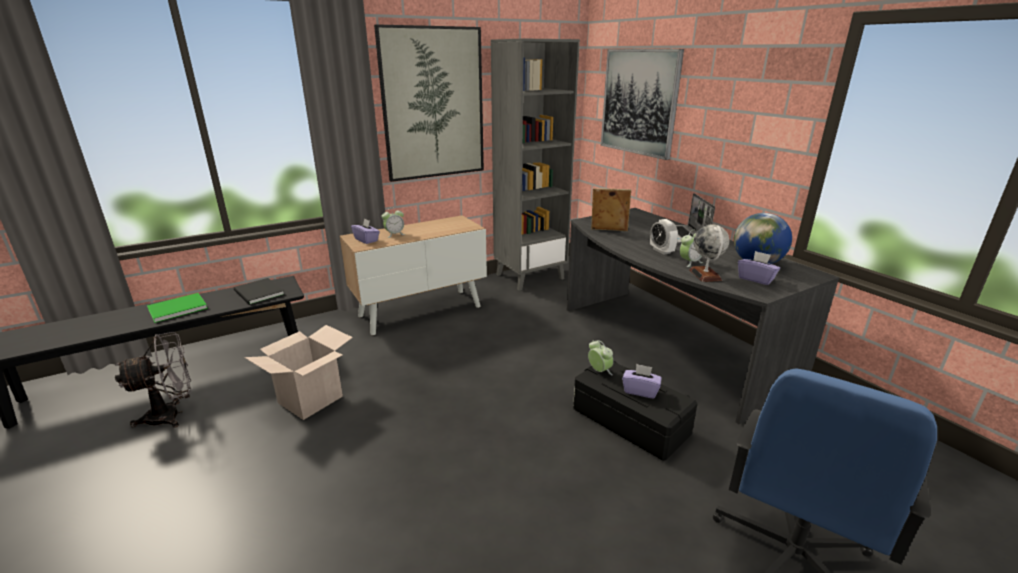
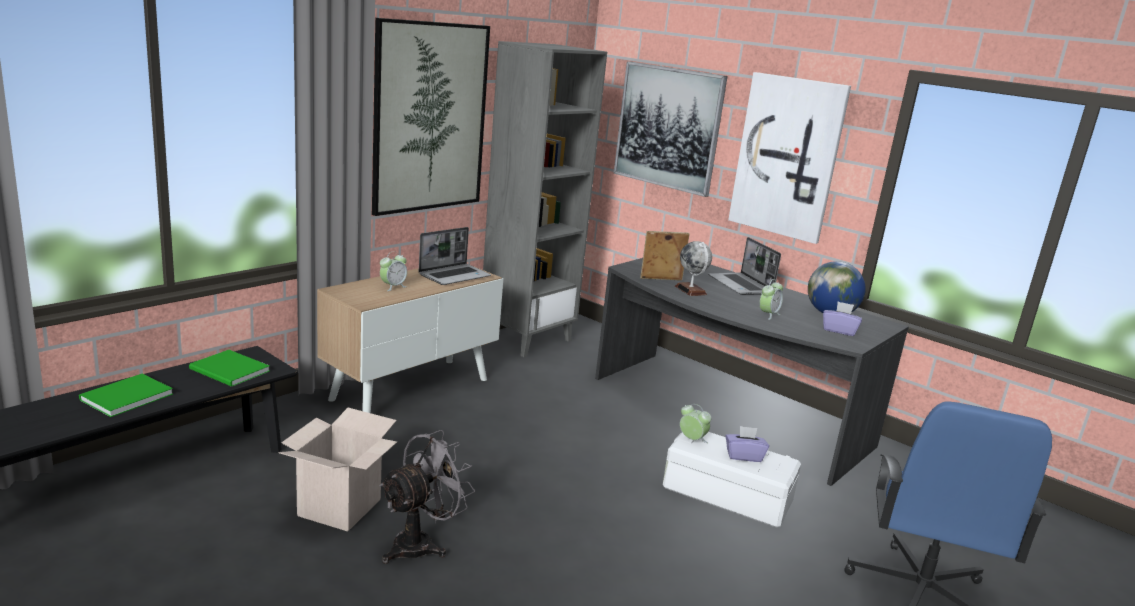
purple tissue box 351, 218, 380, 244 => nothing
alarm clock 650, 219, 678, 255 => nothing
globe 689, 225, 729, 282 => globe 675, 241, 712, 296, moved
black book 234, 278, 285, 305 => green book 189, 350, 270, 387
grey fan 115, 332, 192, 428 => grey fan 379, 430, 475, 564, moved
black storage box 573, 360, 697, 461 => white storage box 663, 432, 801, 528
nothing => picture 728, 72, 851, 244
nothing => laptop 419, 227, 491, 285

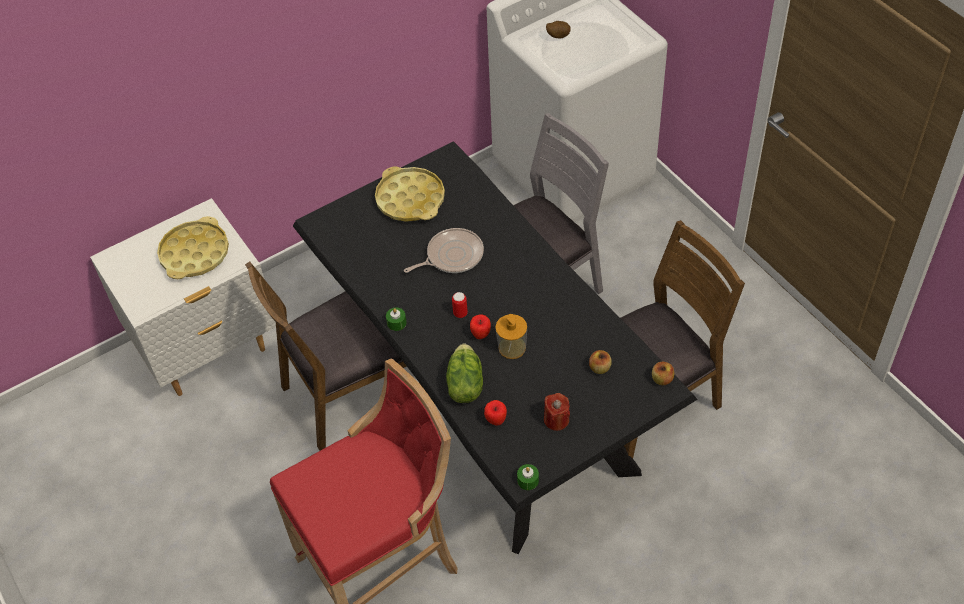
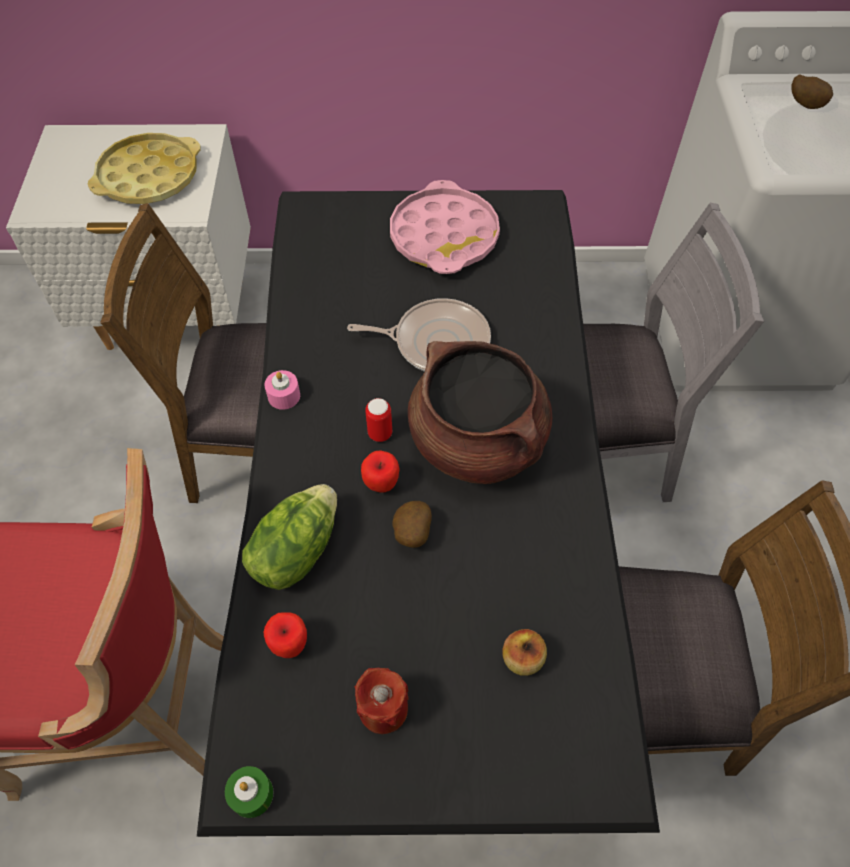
yellow tray 375, 166, 445, 222 => pink tray 390, 180, 500, 274
green candle 386, 308, 407, 331 => pink candle 264, 370, 300, 410
soap dispenser 495, 314, 527, 359 => potato 392, 501, 432, 548
apple 652, 362, 674, 385 => nothing
nothing => brown cooking pot 408, 341, 552, 484

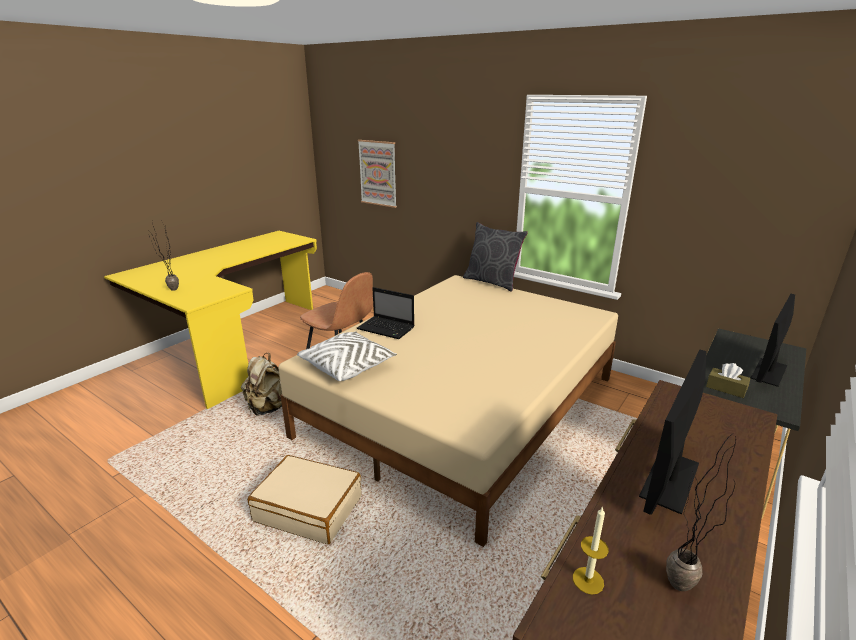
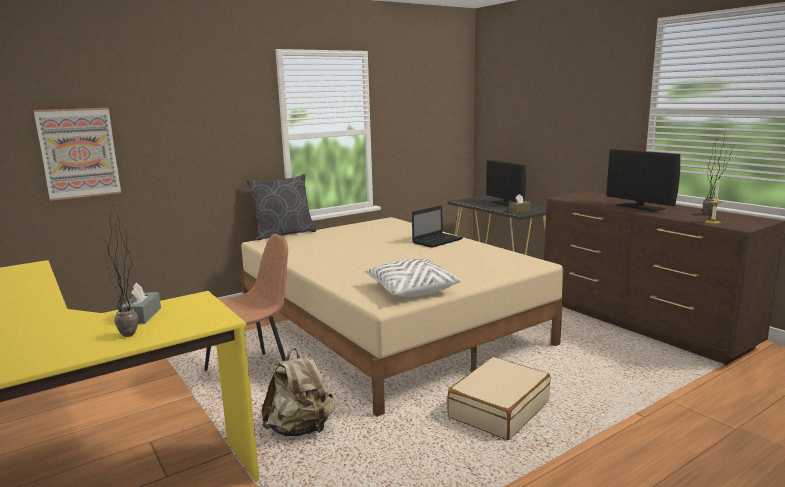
laptop 357, 287, 415, 339 => laptop 412, 205, 463, 248, moved
nothing => grey tissue box 120, 283, 161, 324

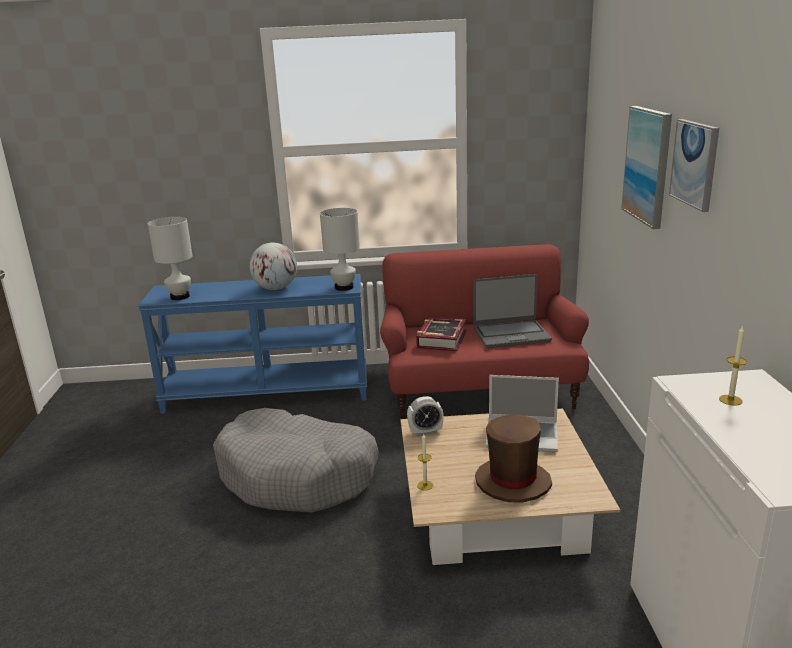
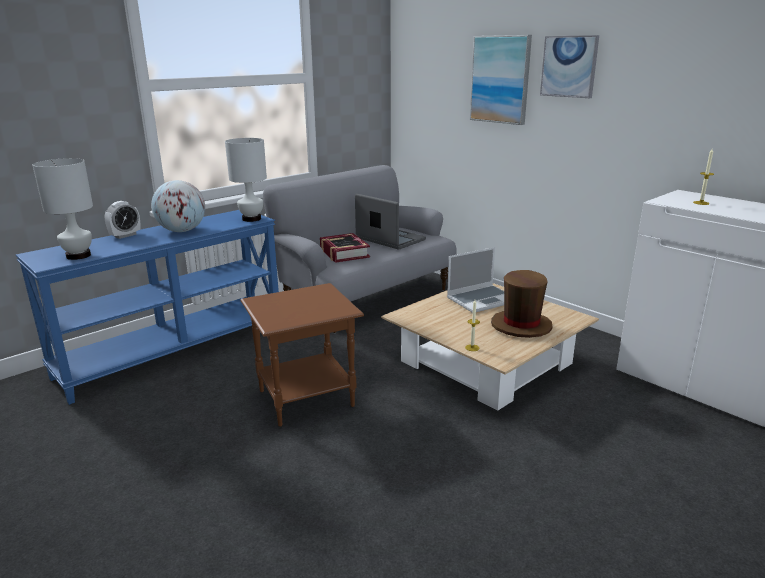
red sofa 380, 244, 589, 419 => grey sofa 263, 165, 457, 333
laptop 473, 274, 552, 348 => laptop 355, 194, 426, 250, 90 degrees counterclockwise
alarm clock 407, 396, 444, 436 => alarm clock 105, 201, 140, 239, moved
grey dog bed 213, 408, 379, 512 => brown side table 240, 283, 364, 427

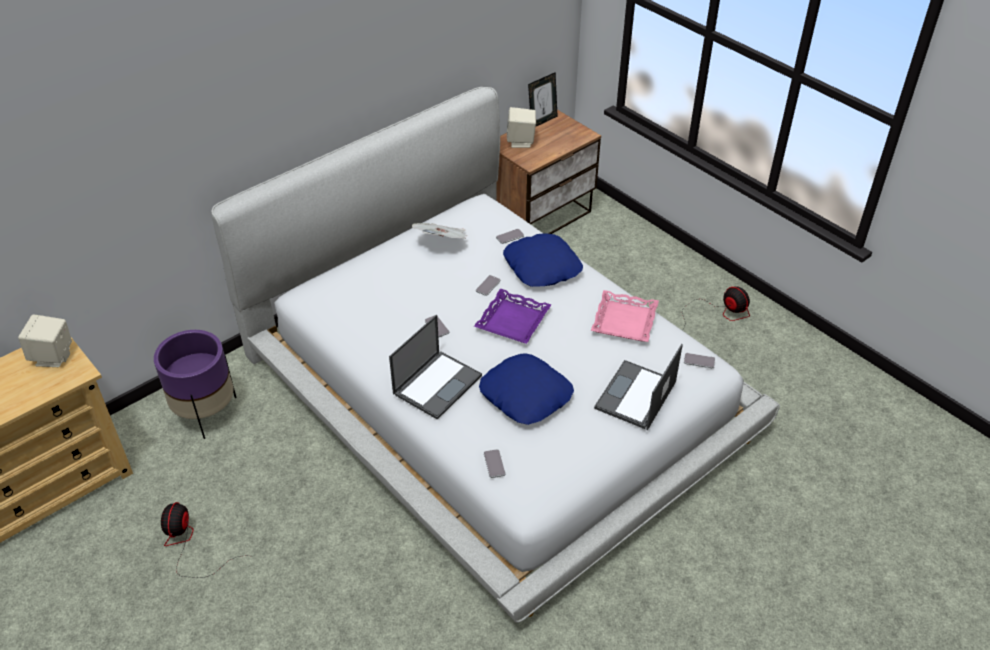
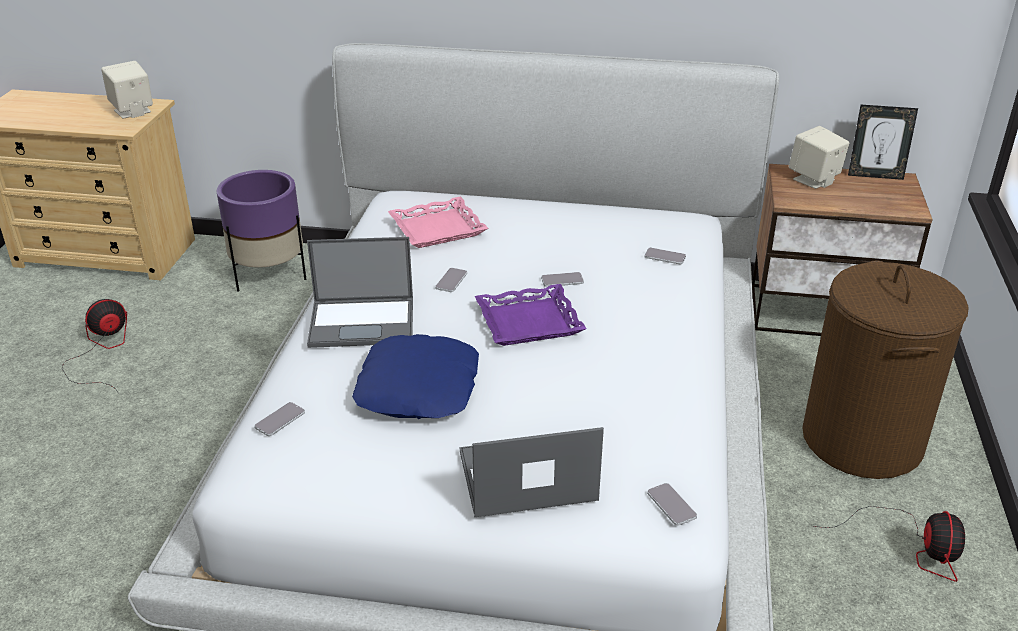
newspaper 412, 223, 467, 239 => nothing
blue pillow 503, 233, 583, 287 => nothing
pink tray 591, 290, 659, 342 => pink tray 388, 197, 489, 248, moved
nothing => brown laundry basket 802, 260, 969, 479

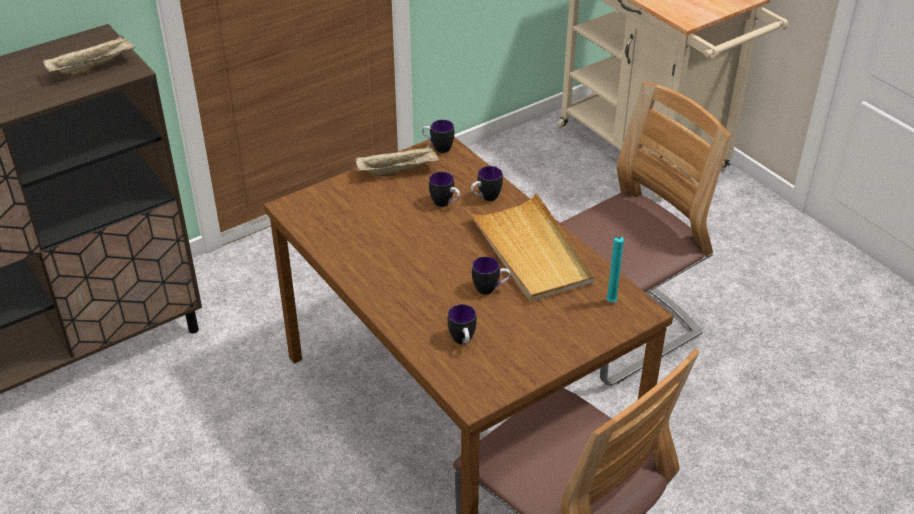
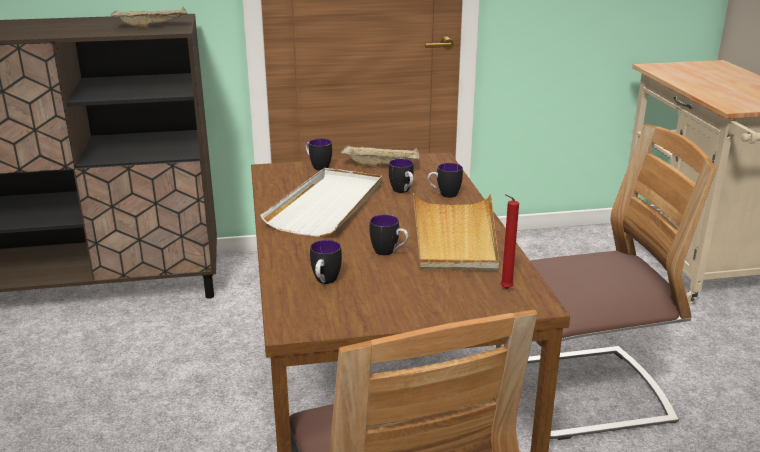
mug 422, 120, 454, 153 => mug 305, 139, 332, 170, moved
turquoise candle 606, 236, 624, 302 => red candle 500, 194, 519, 289
nothing => white tray 260, 168, 382, 237

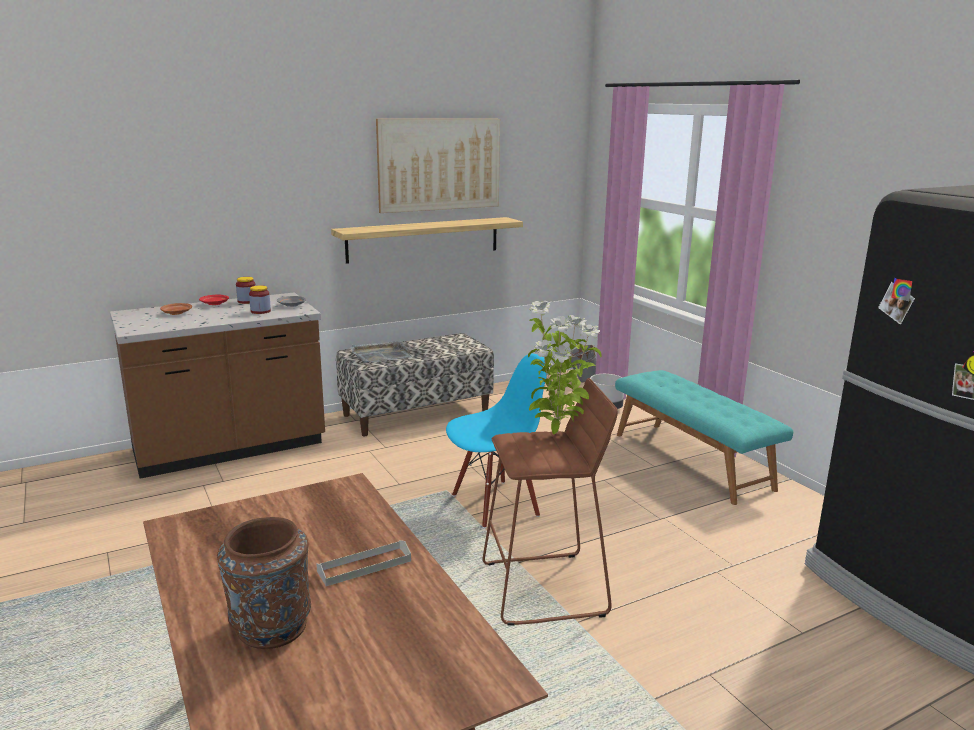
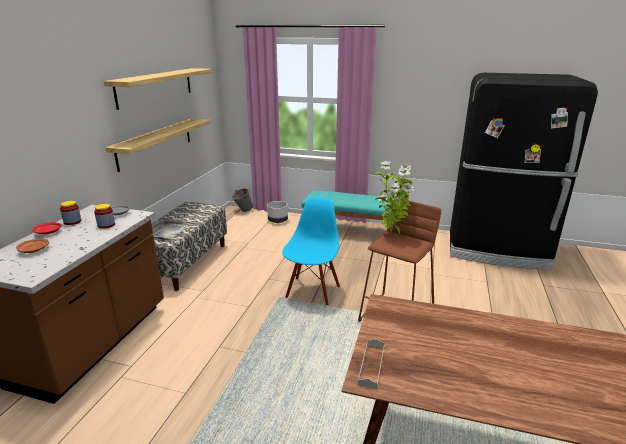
picture 376, 119, 500, 213 => shelf 104, 68, 212, 110
brown vase 217, 517, 311, 649 => nothing
grey tray 316, 540, 411, 586 => grey tray 358, 339, 385, 389, moved

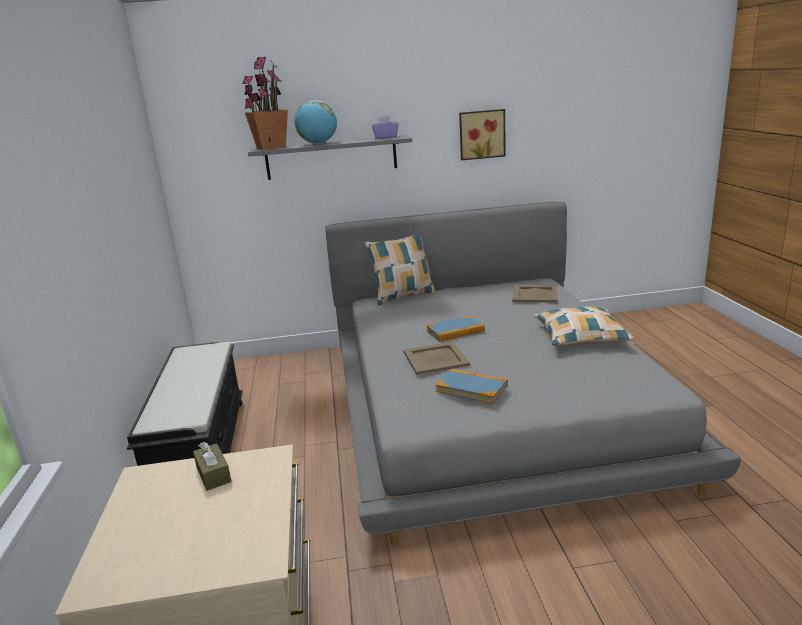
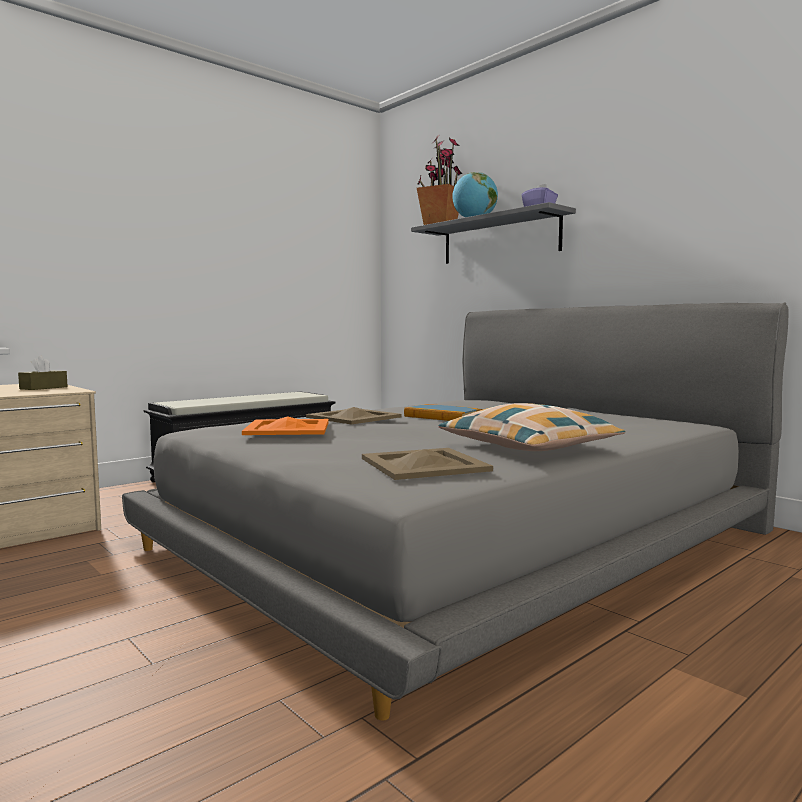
picture 459, 109, 506, 160 => nothing
pillow 365, 235, 435, 305 => nothing
beige tray 512, 285, 558, 303 => beige tray 362, 448, 493, 480, moved
book 436, 369, 508, 404 => orange tray 242, 416, 329, 435

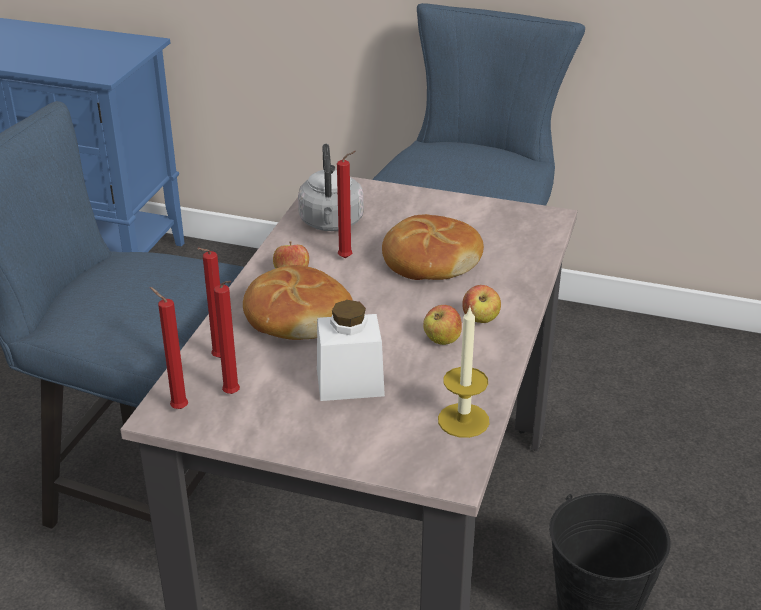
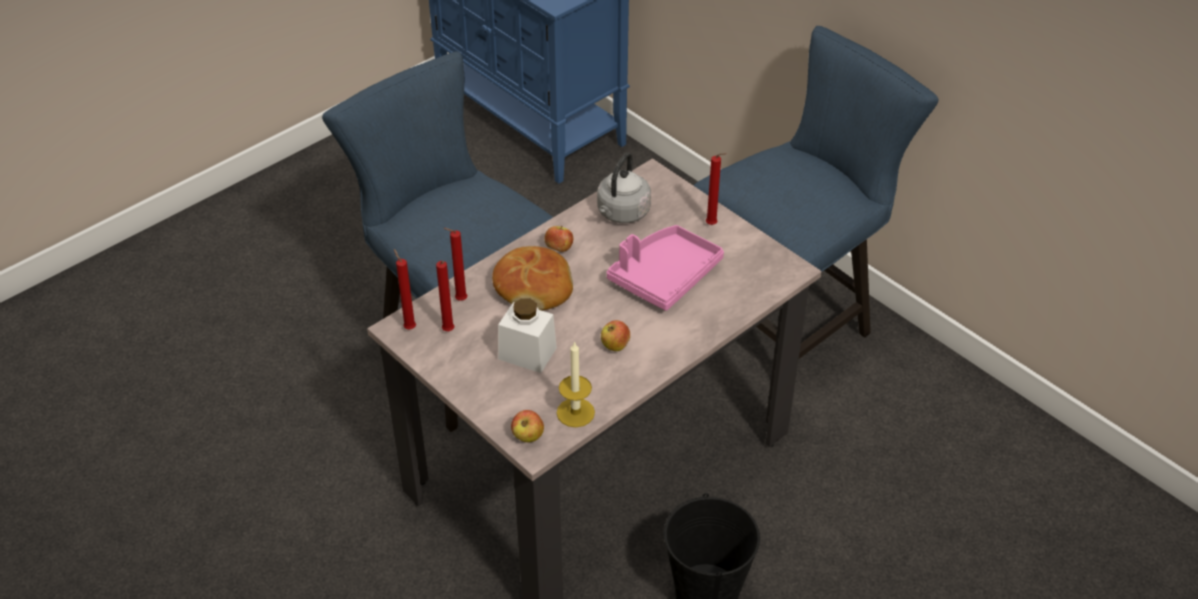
red candle 337, 151, 356, 258 => red candle 706, 153, 726, 225, moved
bread 382, 214, 484, 280 => pink tray 607, 225, 724, 311
apple 462, 285, 501, 323 => apple 511, 410, 544, 442, moved

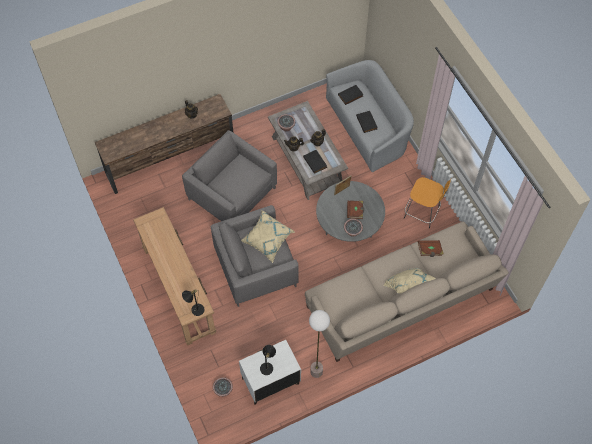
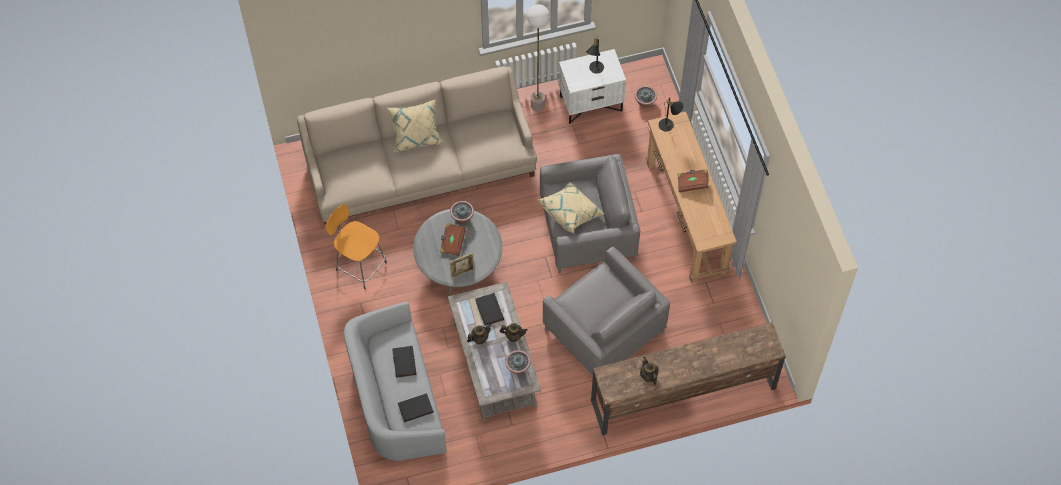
brown book 418, 240, 444, 257 => brown book 678, 169, 709, 192, moved

